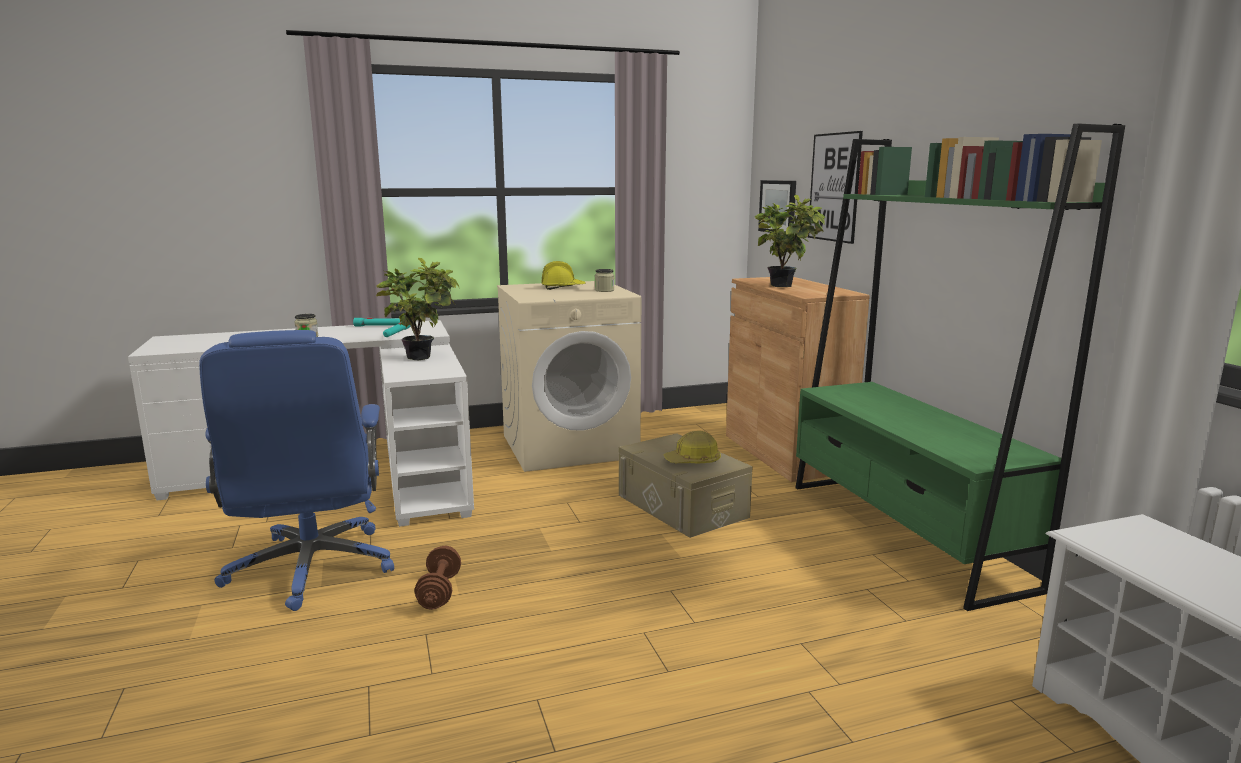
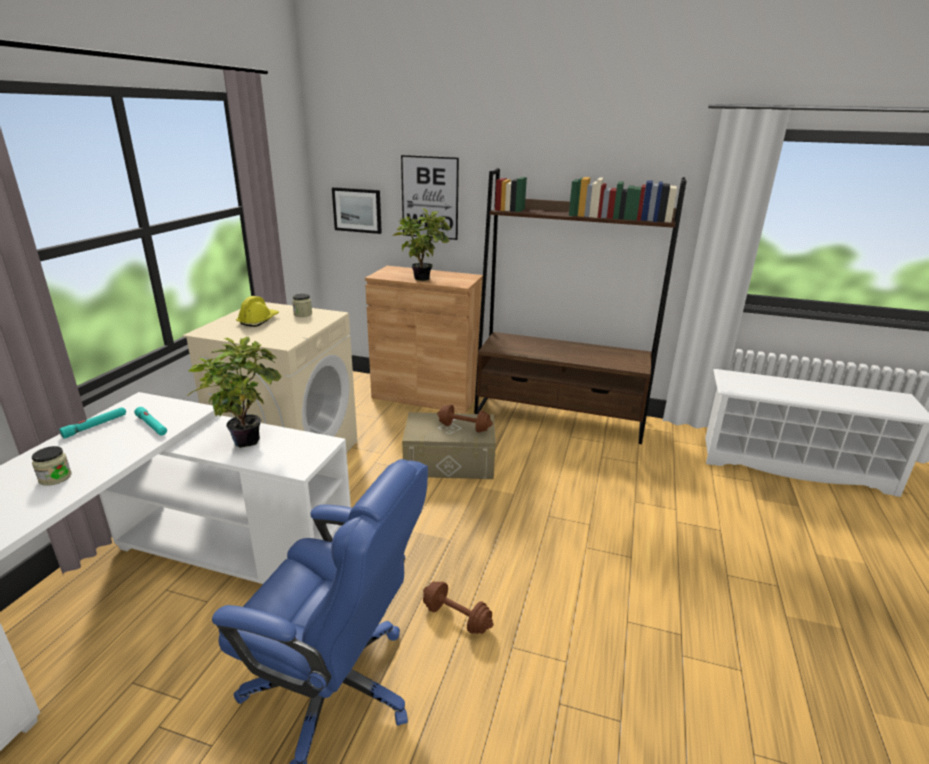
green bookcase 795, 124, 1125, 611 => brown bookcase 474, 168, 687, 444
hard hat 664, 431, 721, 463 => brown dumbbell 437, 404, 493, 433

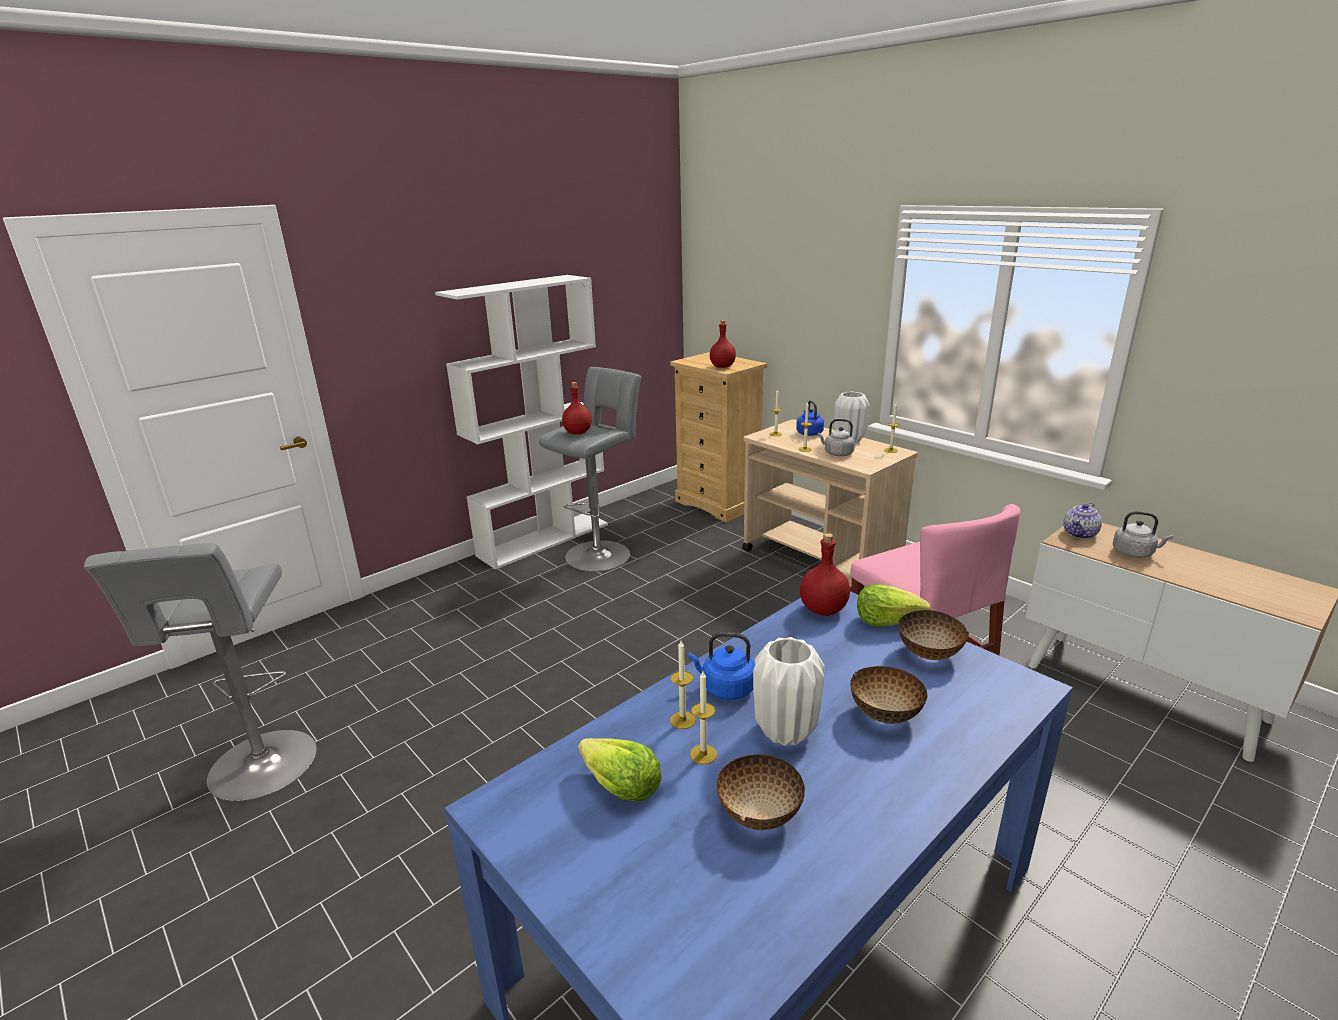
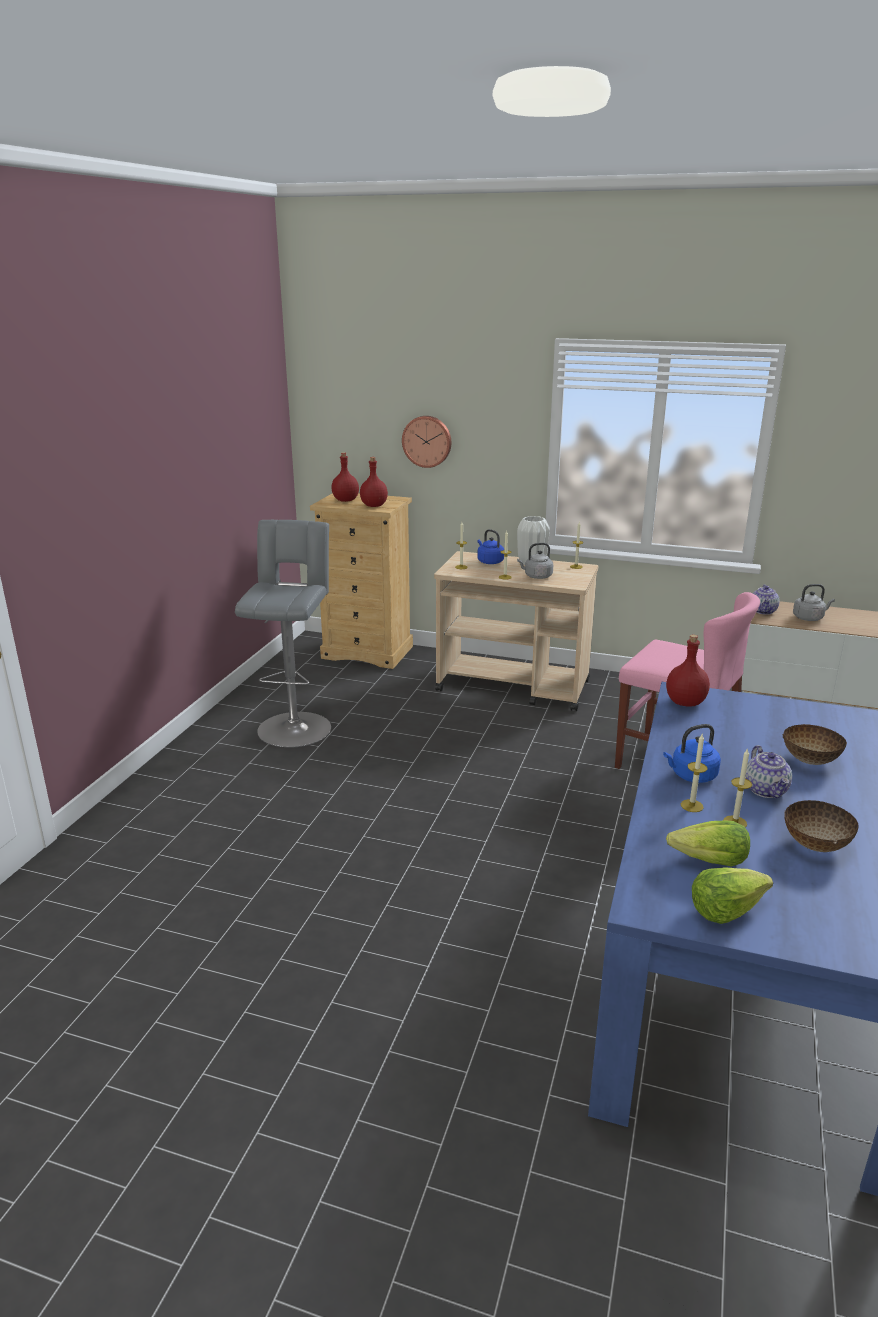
white bookcase 435, 275, 608, 570 => nothing
red bottle 562, 382, 592, 434 => red bottle 332, 452, 359, 502, moved
grey stool 84, 543, 317, 802 => nothing
lettuce 857, 584, 931, 626 => lettuce 692, 868, 773, 924, moved
bowl 898, 610, 969, 660 => nothing
white vase 753, 637, 825, 746 => teapot 745, 745, 792, 798
nothing => wall clock 402, 416, 451, 468

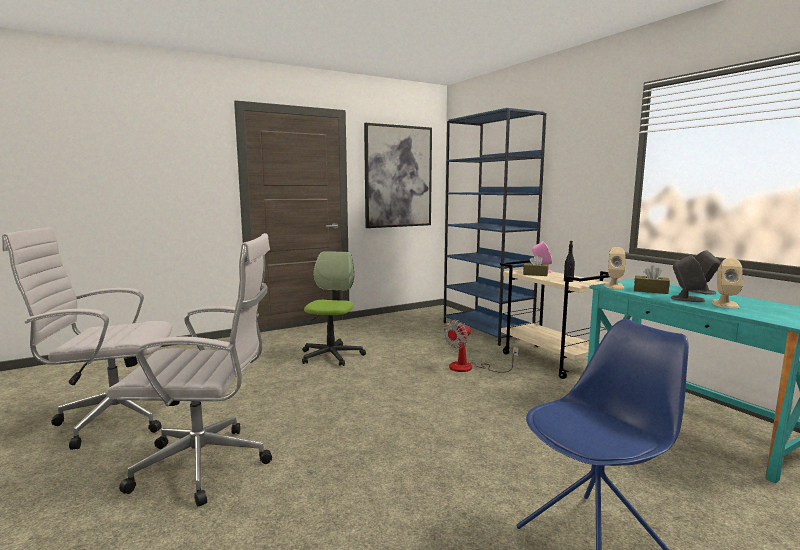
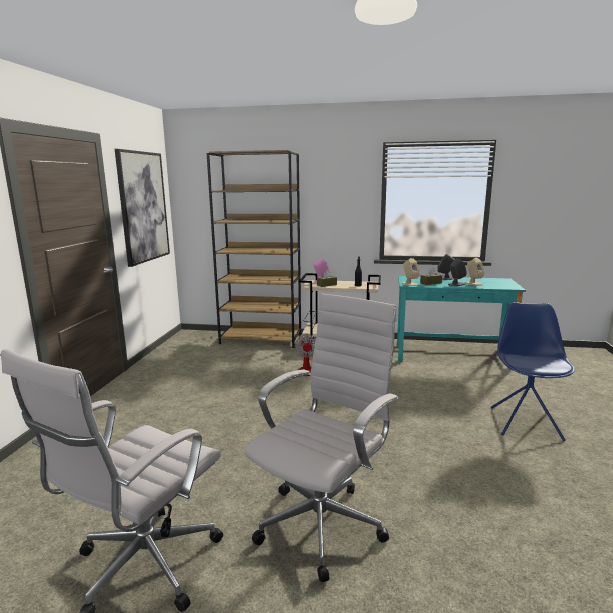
blue bookcase 444, 108, 546, 346 => brown bookcase 207, 150, 301, 348
office chair 302, 251, 366, 366 => nothing

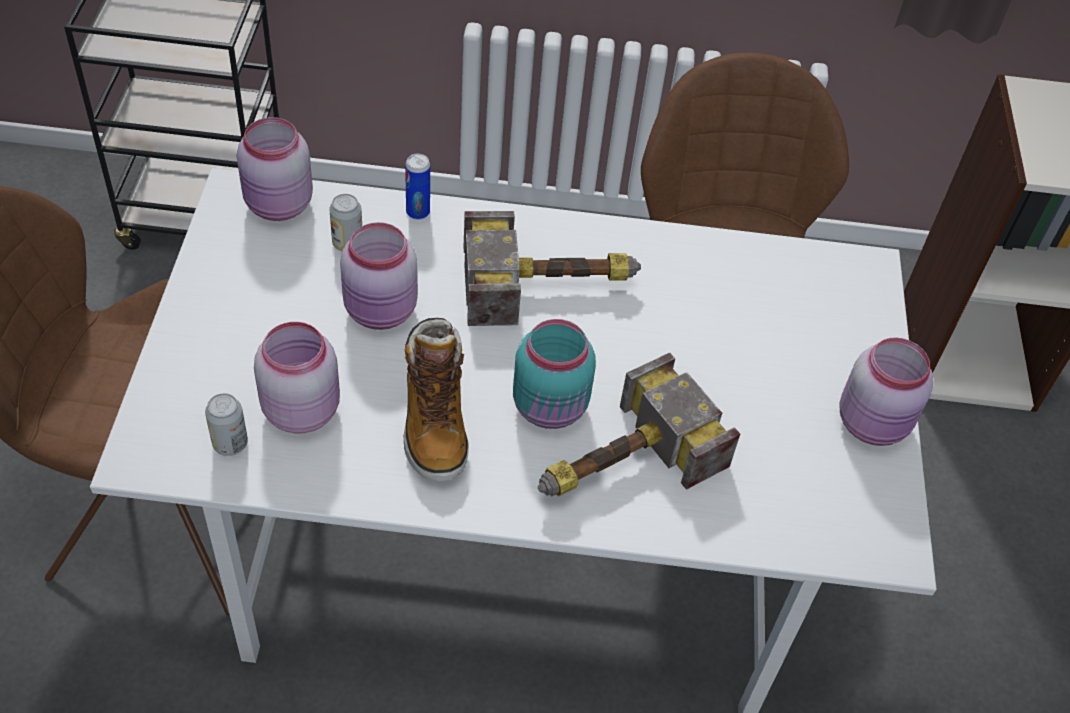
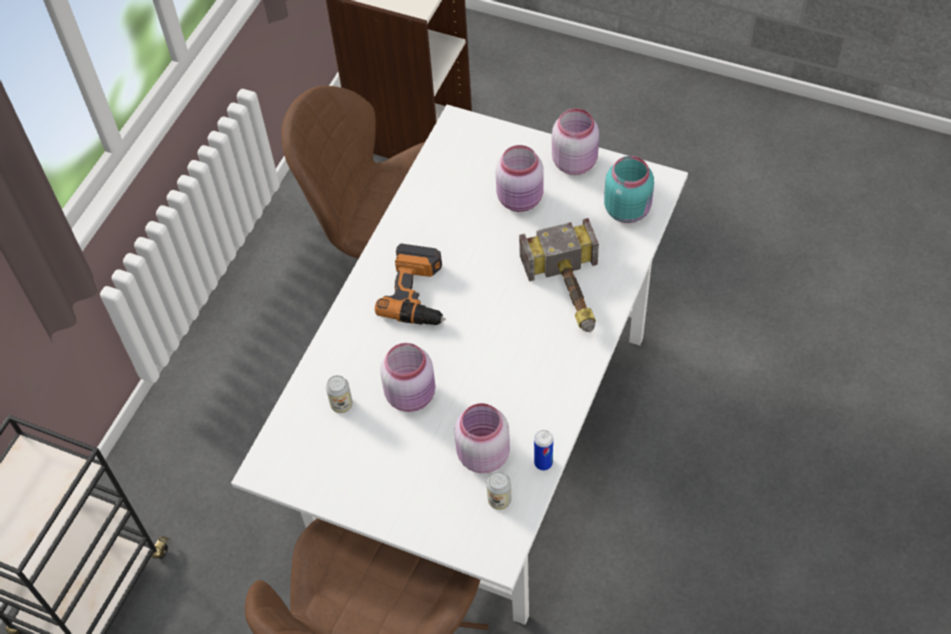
pink jar 237, 117, 313, 221 => pink jar 496, 145, 543, 212, moved
can 405, 154, 430, 220 => can 534, 430, 553, 471, moved
hammer 463, 211, 641, 326 => power drill 375, 243, 446, 325
boot 404, 318, 469, 481 => nothing
turquoise jar 513, 319, 596, 429 => turquoise jar 604, 156, 654, 223, moved

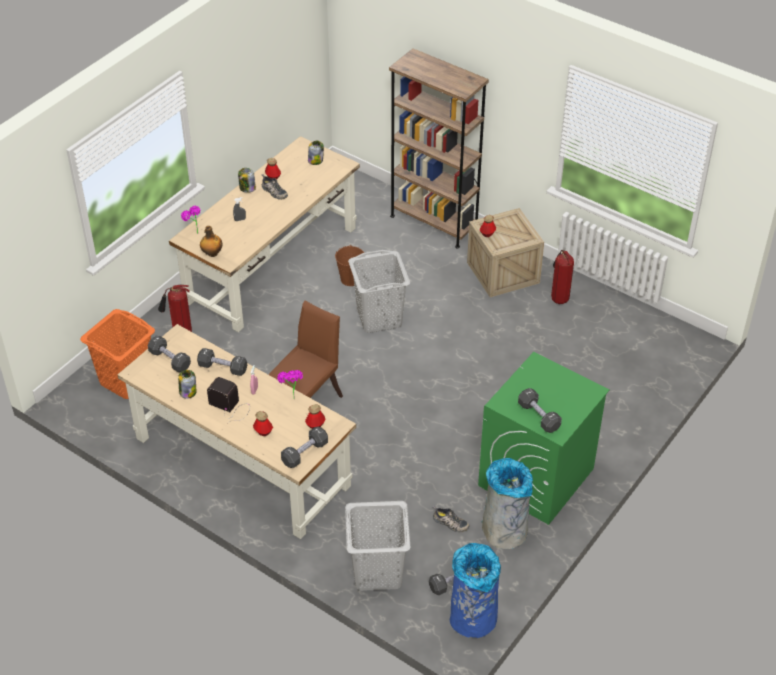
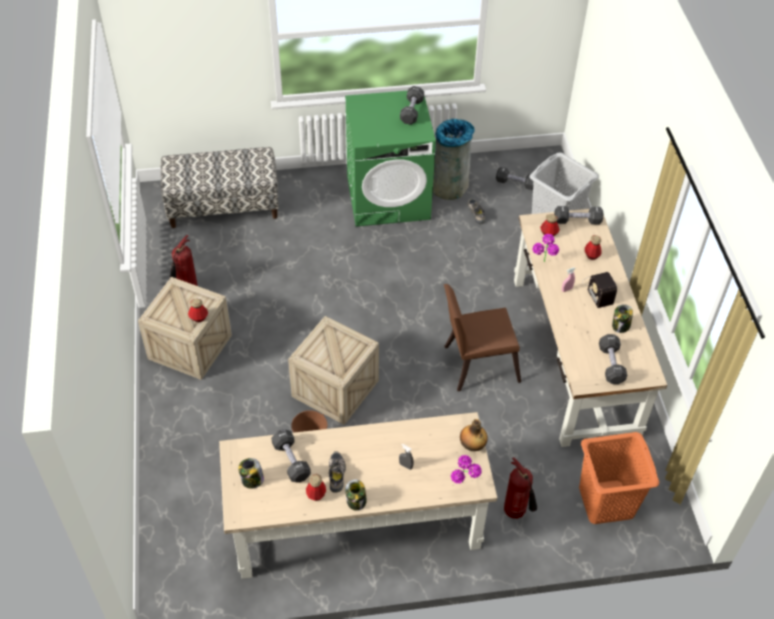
brown bookcase 389, 48, 489, 249 => nothing
grey laundry basket 348, 250, 410, 333 => crate 288, 316, 379, 425
black dumbbell 197, 348, 247, 376 => black dumbbell 271, 429, 311, 483, moved
blue trash can 450, 543, 501, 638 => nothing
nothing => bench 161, 147, 279, 228

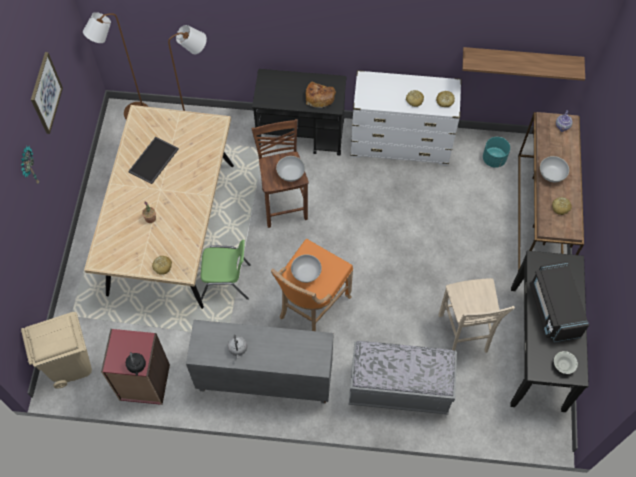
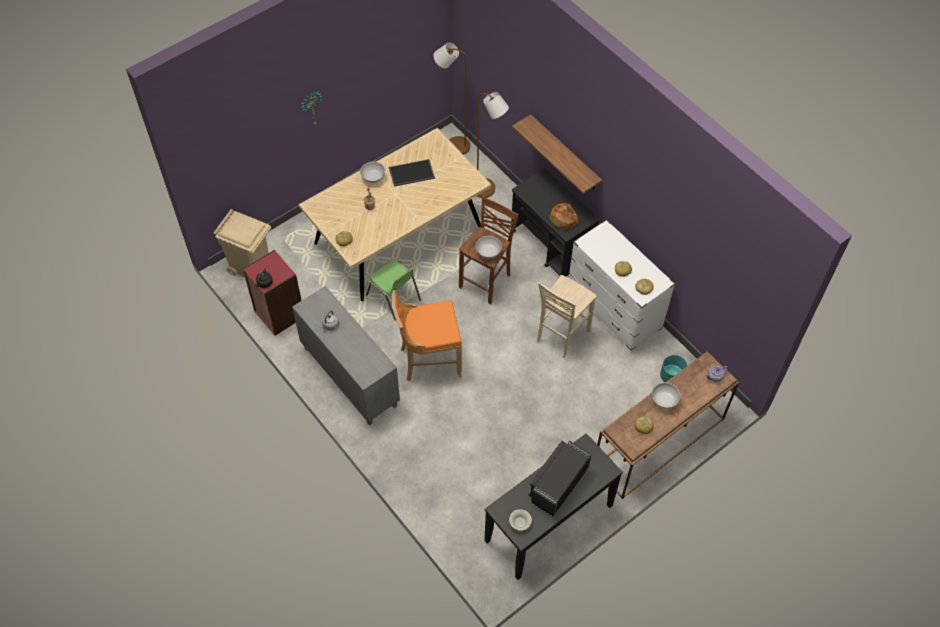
shelf 462, 47, 585, 81 => shelf 512, 114, 602, 194, moved
picture 31, 52, 63, 134 => nothing
white bowl 291, 254, 322, 283 => white bowl 360, 161, 385, 183, moved
beige stool 439, 278, 515, 353 => beige stool 537, 275, 596, 358, moved
grey bench 349, 341, 457, 414 => nothing

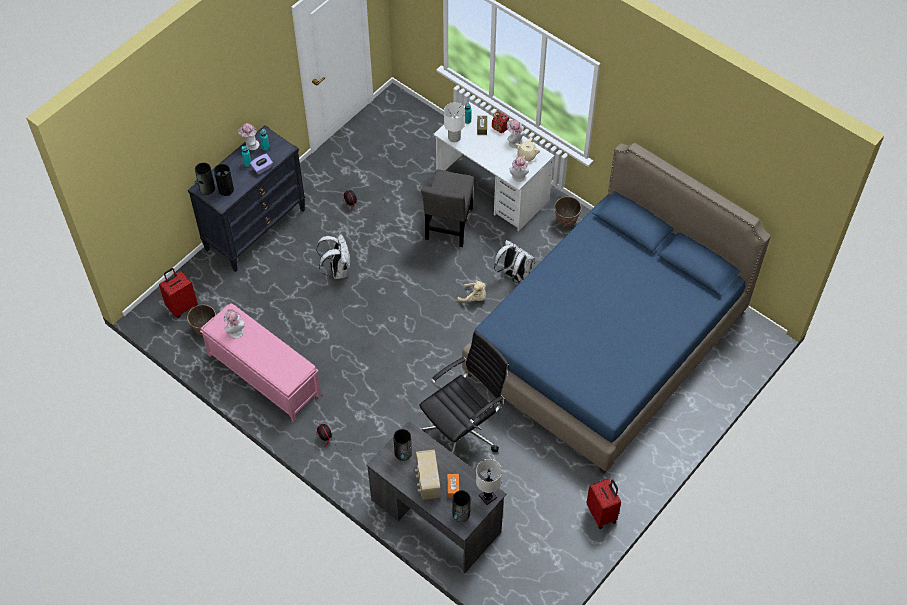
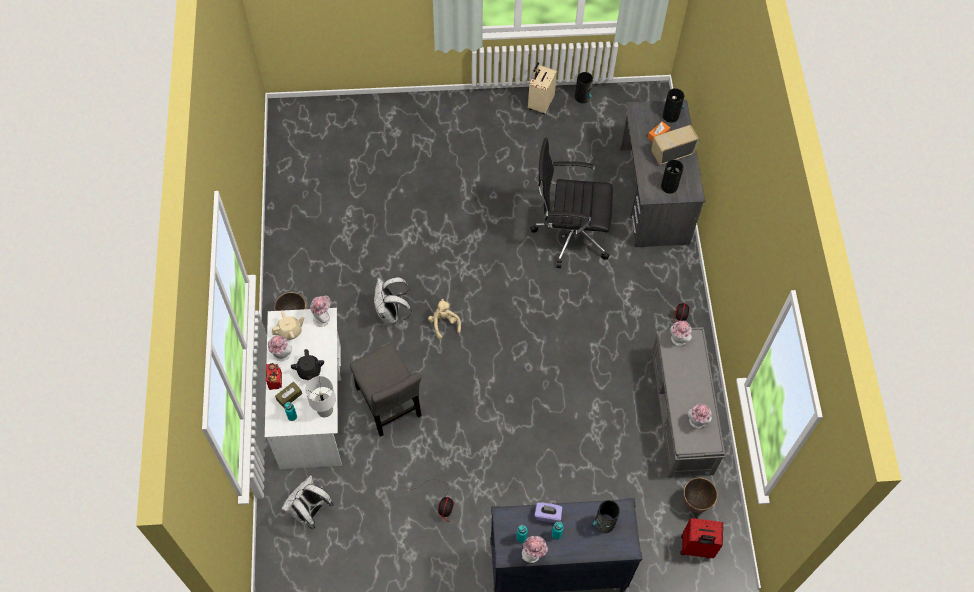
blue bed 462, 143, 771, 474 => nothing
vase 194, 163, 215, 195 => vase 575, 72, 593, 103, moved
grey chair 421, 169, 474, 247 => grey chair 350, 343, 422, 437, 90 degrees clockwise
white backpack 316, 234, 350, 279 => white backpack 281, 475, 334, 529, moved
pink bench 200, 303, 321, 422 => grey bench 650, 327, 725, 478
radio 415, 449, 440, 500 => radio 651, 125, 699, 165, 150 degrees counterclockwise
white table lamp 476, 459, 502, 505 => nothing
red suitcase 586, 478, 621, 529 => beige suitcase 528, 62, 557, 115
nothing => hat 670, 321, 692, 346
nothing => black teapot 291, 349, 324, 380

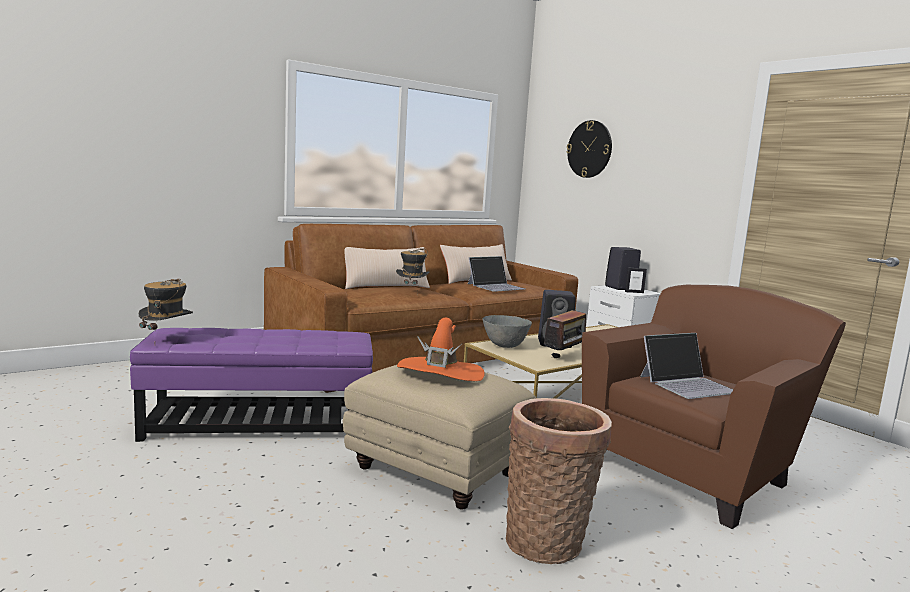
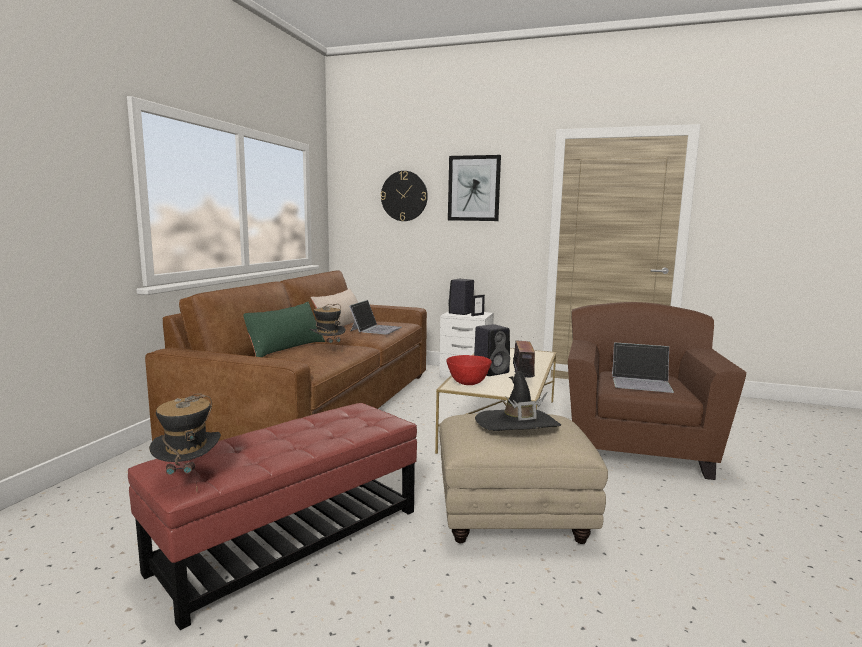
beige pillow 345, 247, 430, 289 => green pillow 243, 302, 325, 357
grey bowl 483, 315, 532, 348 => red bowl 446, 355, 492, 385
orange hat 397, 318, 485, 381 => black hat 475, 371, 561, 431
purple ottoman 130, 328, 373, 442 => red ottoman 128, 403, 417, 630
laptop 640, 333, 733, 399 => laptop 612, 342, 674, 393, 75 degrees clockwise
basket 506, 398, 612, 564 => nothing
nothing => picture 448, 155, 501, 221

